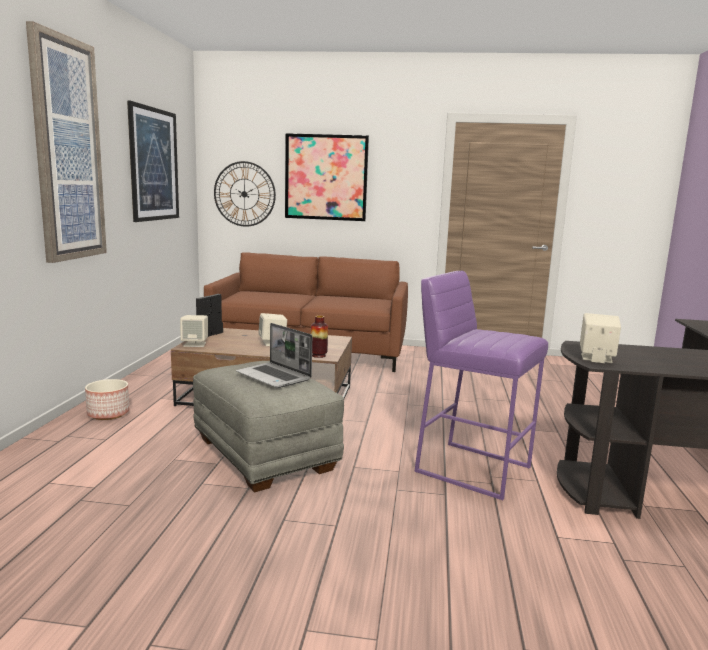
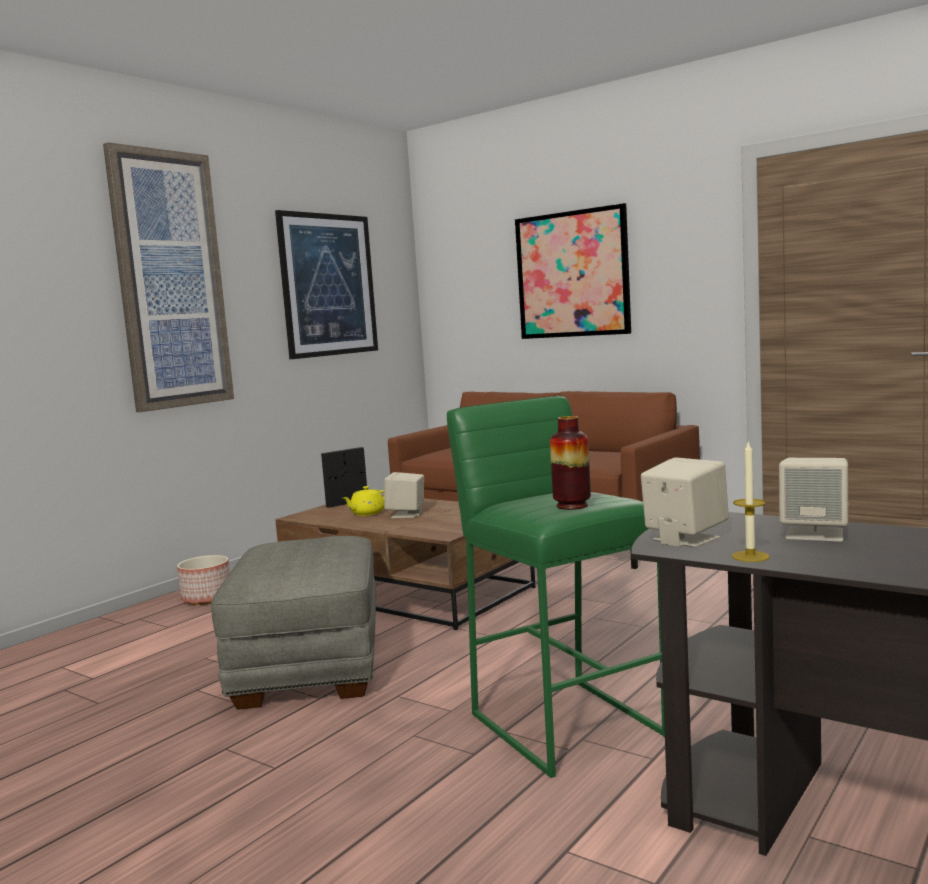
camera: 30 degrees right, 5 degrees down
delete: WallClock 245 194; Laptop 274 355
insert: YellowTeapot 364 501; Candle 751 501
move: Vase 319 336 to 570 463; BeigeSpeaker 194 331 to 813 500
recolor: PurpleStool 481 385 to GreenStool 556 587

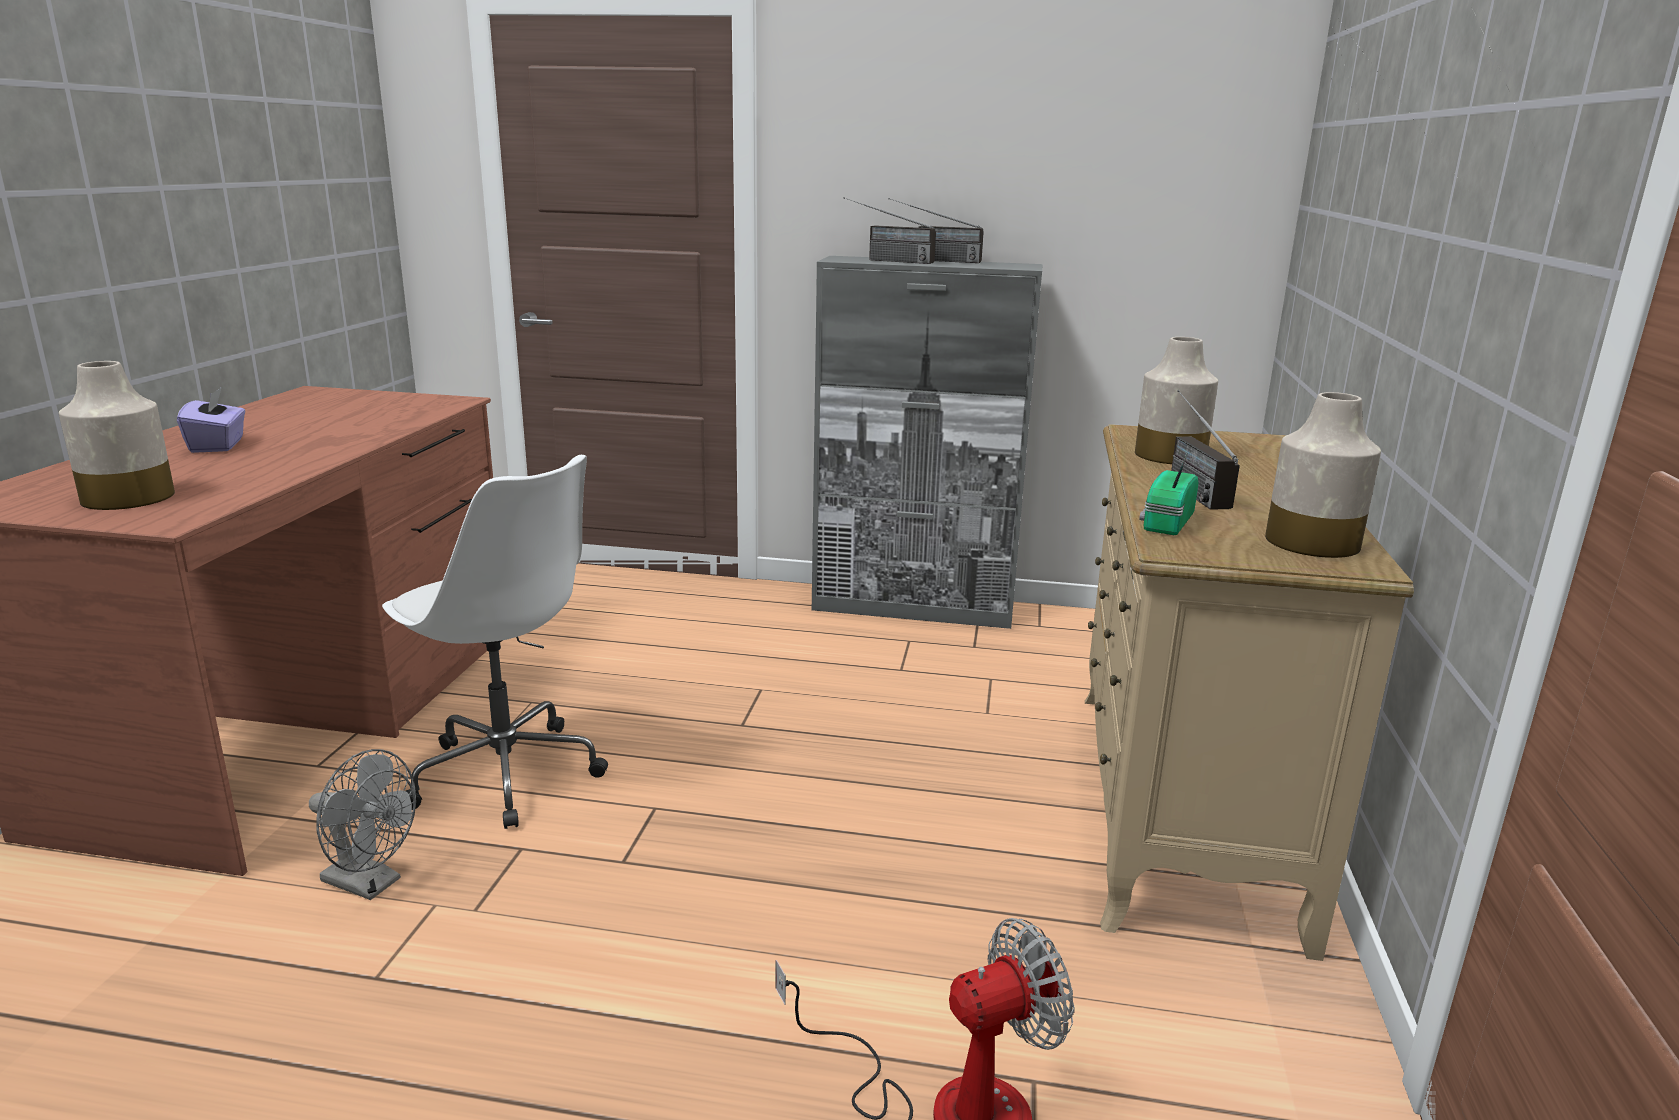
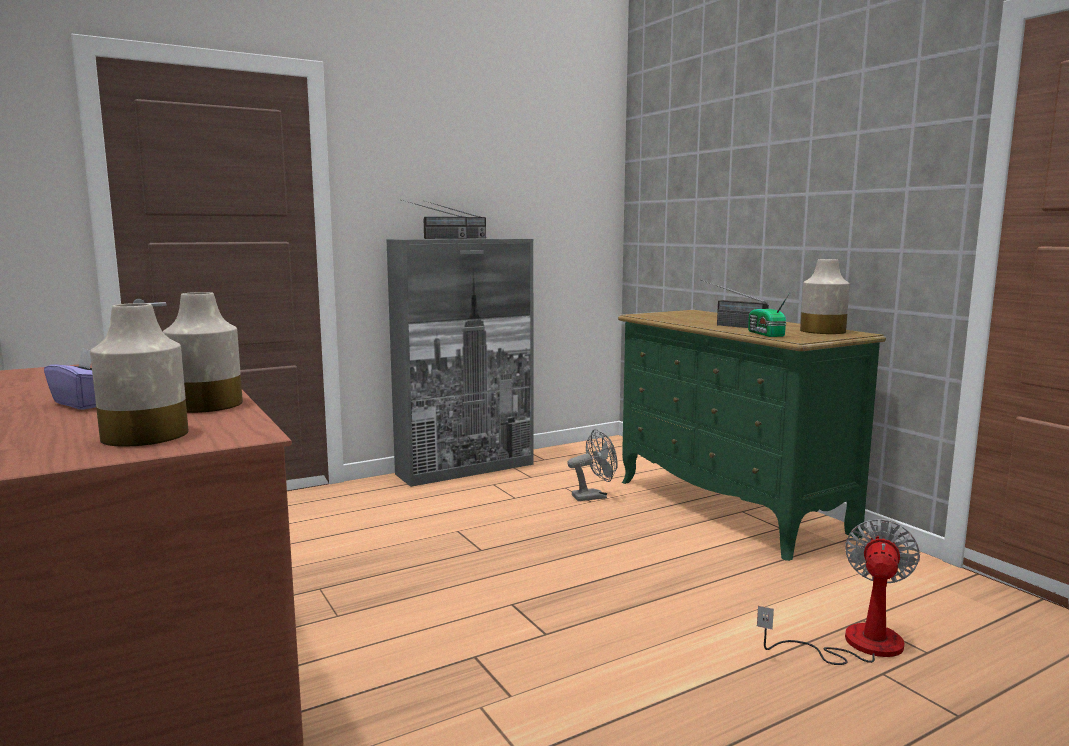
camera: 40 degrees left, 10 degrees down
delete: WhiteOfficeChair 495 642
move: BeigeVase 1176 400 to 203 352; GreyFan 362 824 to 592 465
recolor: BeigeDresser 1249 692 to GreenDresser 752 435

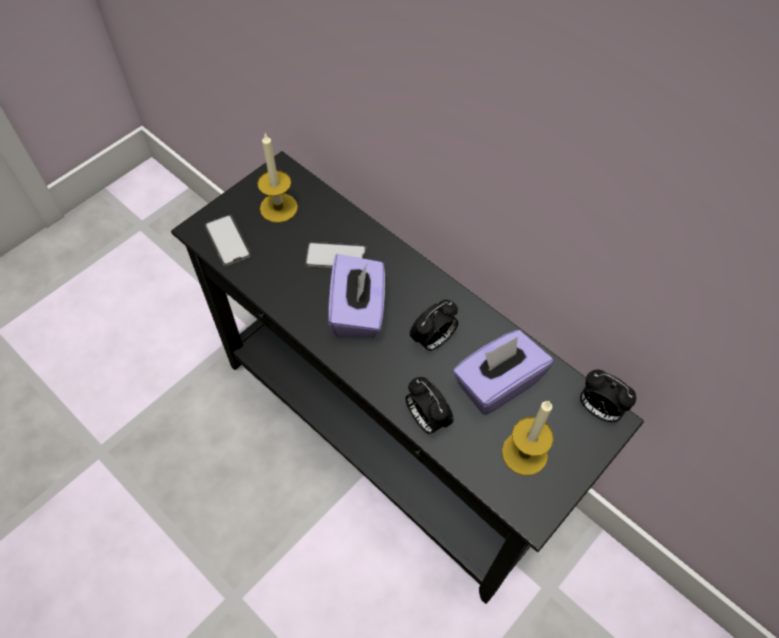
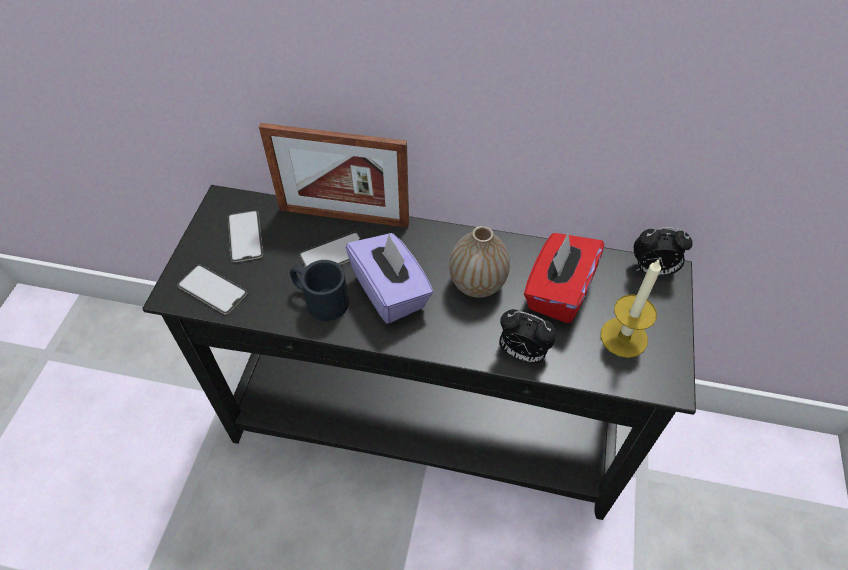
camera: 30 degrees left, 5 degrees down
insert: PictureFrame 334 175; BlackMug 319 290
replace: Candle 277 178 to Phone 245 236; AlarmClock 434 325 to Vase 479 262
recolor: PurpleTissueBox 503 372 to RedTissueBox 564 278

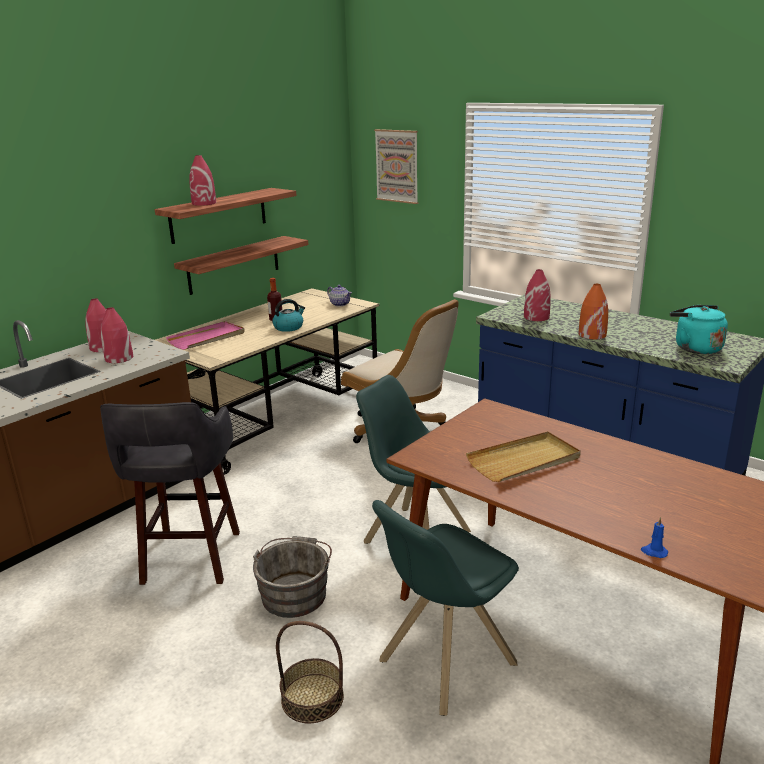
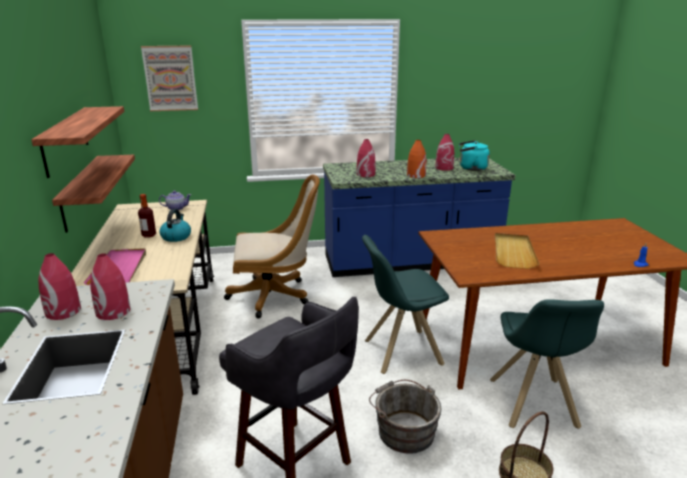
camera: 50 degrees left, 0 degrees up
move: RedVase 202 180 to 444 152

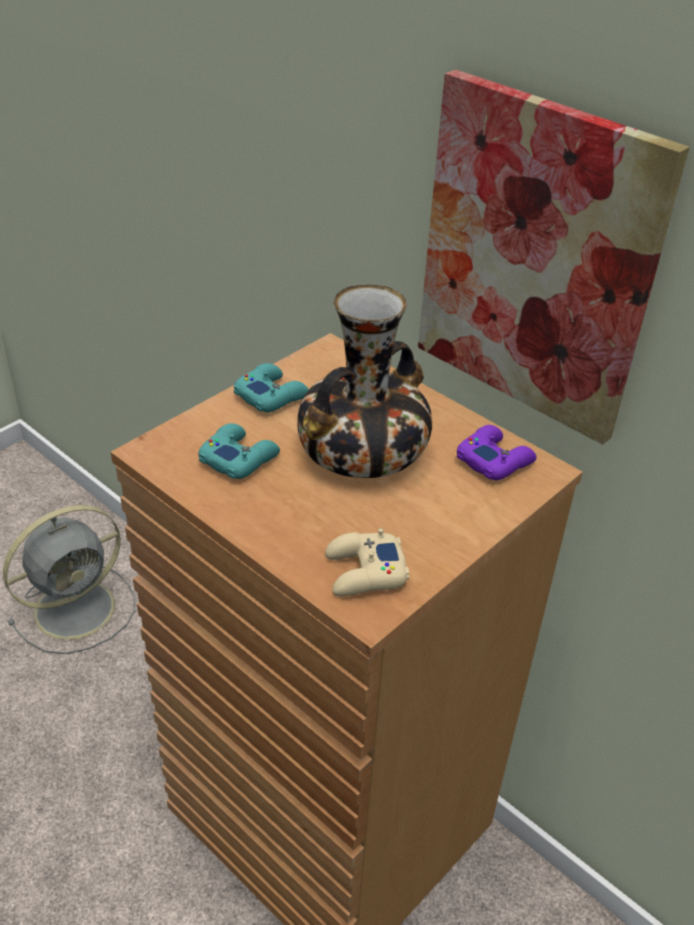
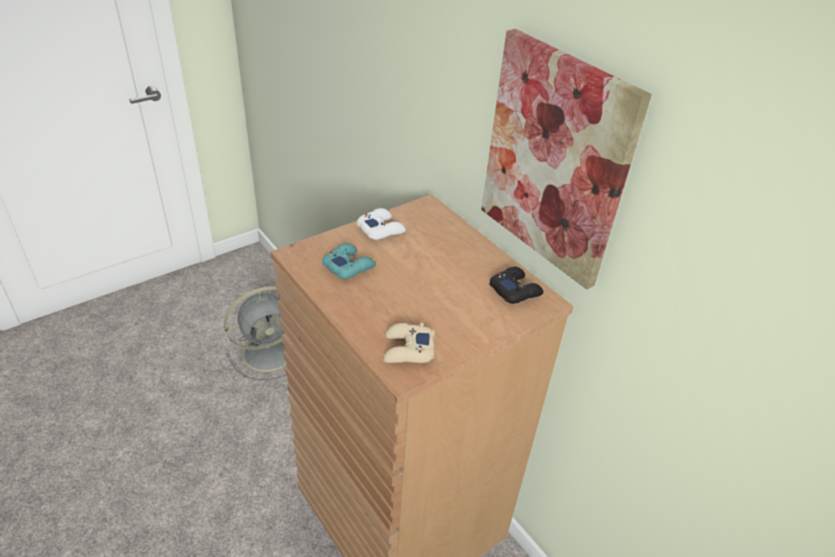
camera: 10 degrees right, 0 degrees up
delete: Vase 364 381
recolor: TurquoiseGameController 271 388 to WhiteGameController 381 224; PurpleGameController 497 452 to BlackGameController 516 285

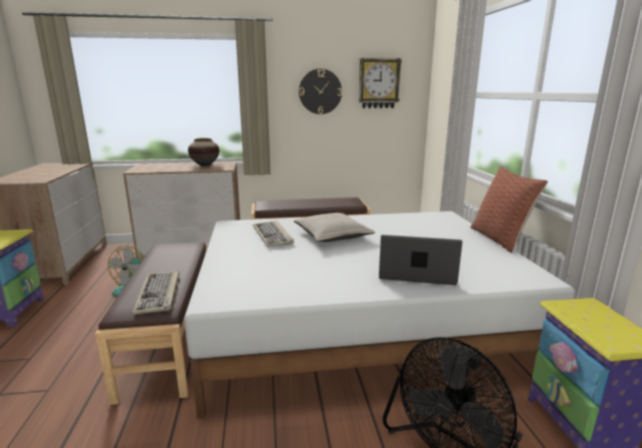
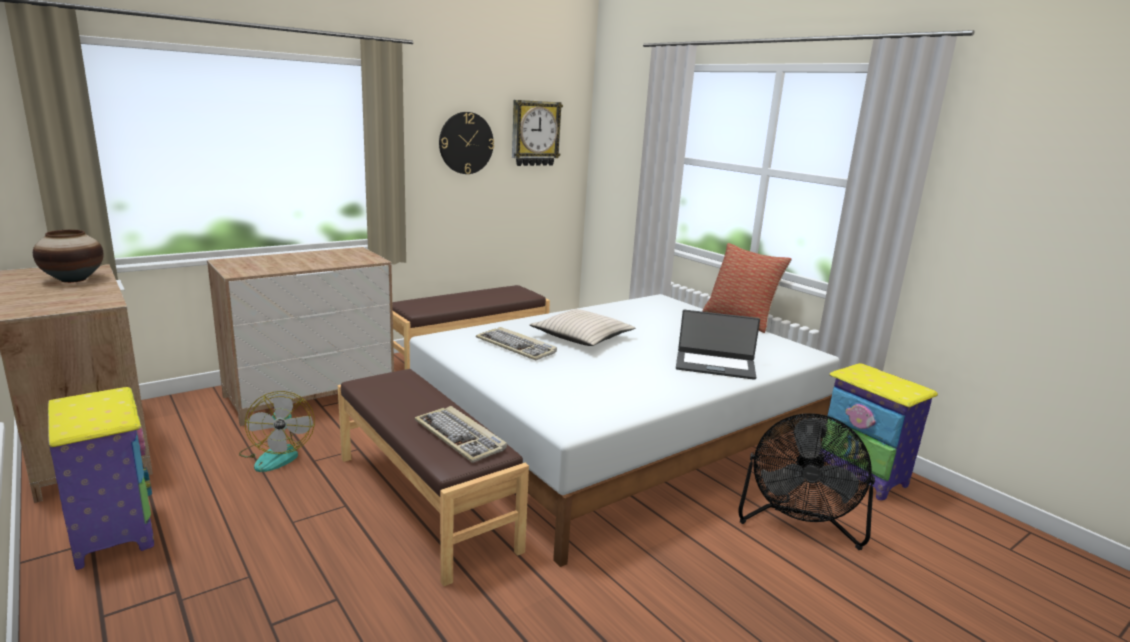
camera: 30 degrees left, 0 degrees up
move: Vase 203 152 to 68 256
rotate: Laptop 420 260 = 718 345 150 degrees counterclockwise

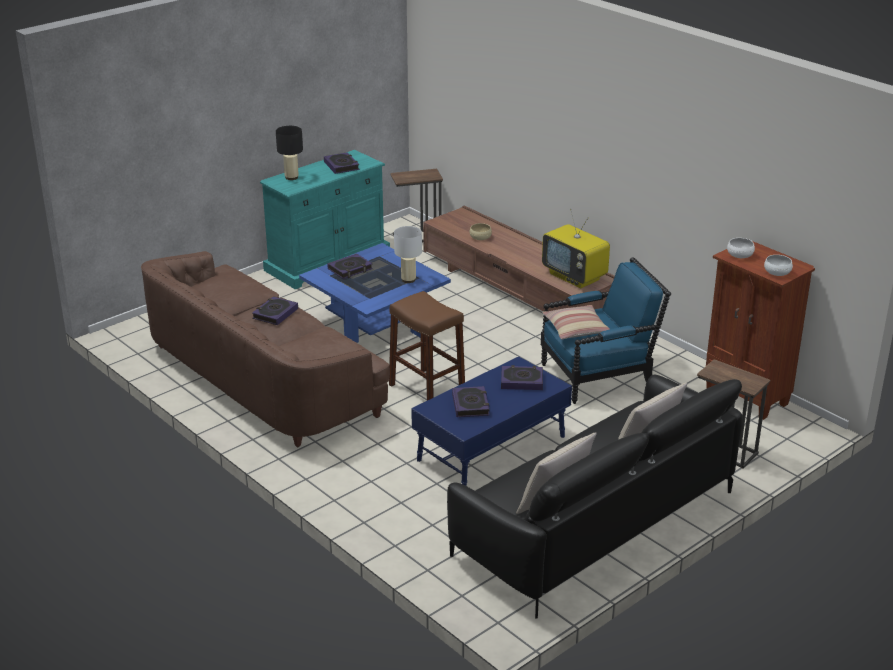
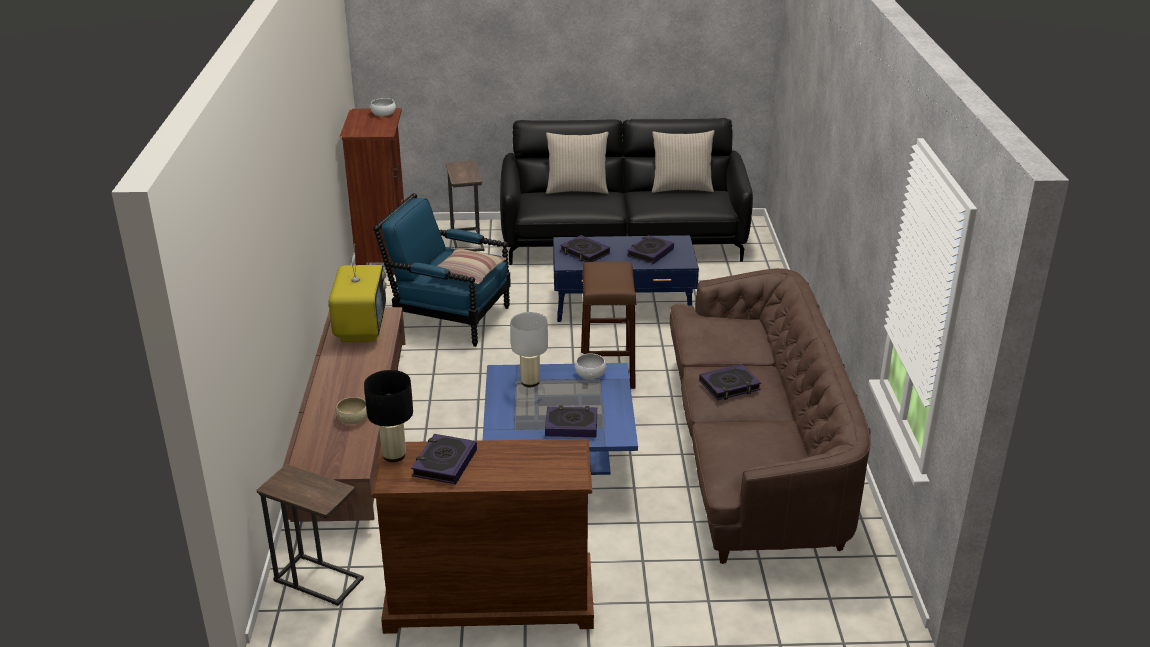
camera: 140 degrees left, 0 degrees up
move: BlackTableLamp 289 153 to 388 416; WhiteBowl 741 248 to 590 366
recolor: TurquoiseDresser 325 219 to BrownDresser 482 536

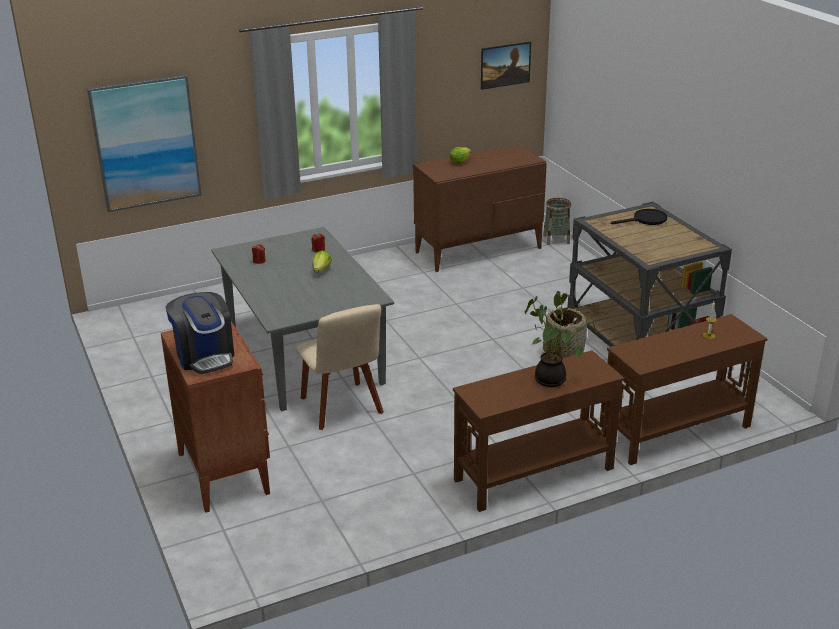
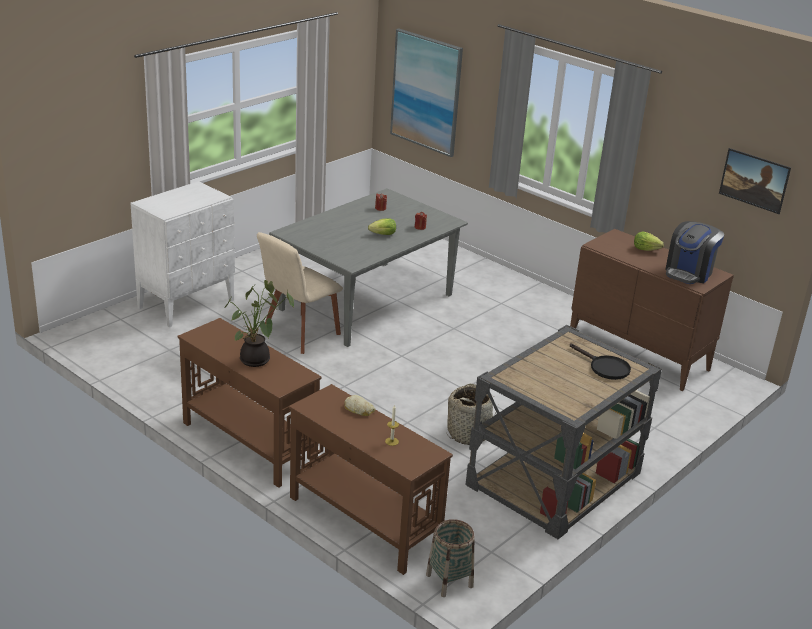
camera: 65 degrees right, 0 degrees up
insert: Bread 359 405
move: Basket 557 221 to 450 558; CoffeeMachine 200 333 to 695 252
recolor: BrownDresser 215 417 to WhiteDresser 183 254

